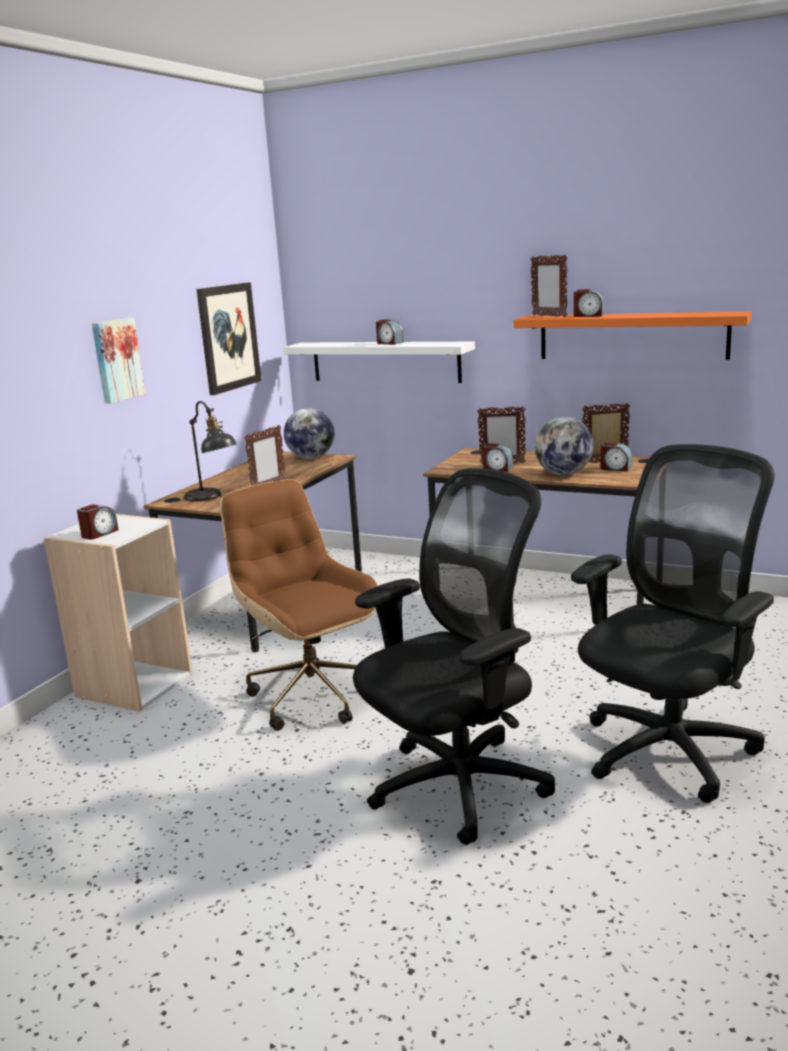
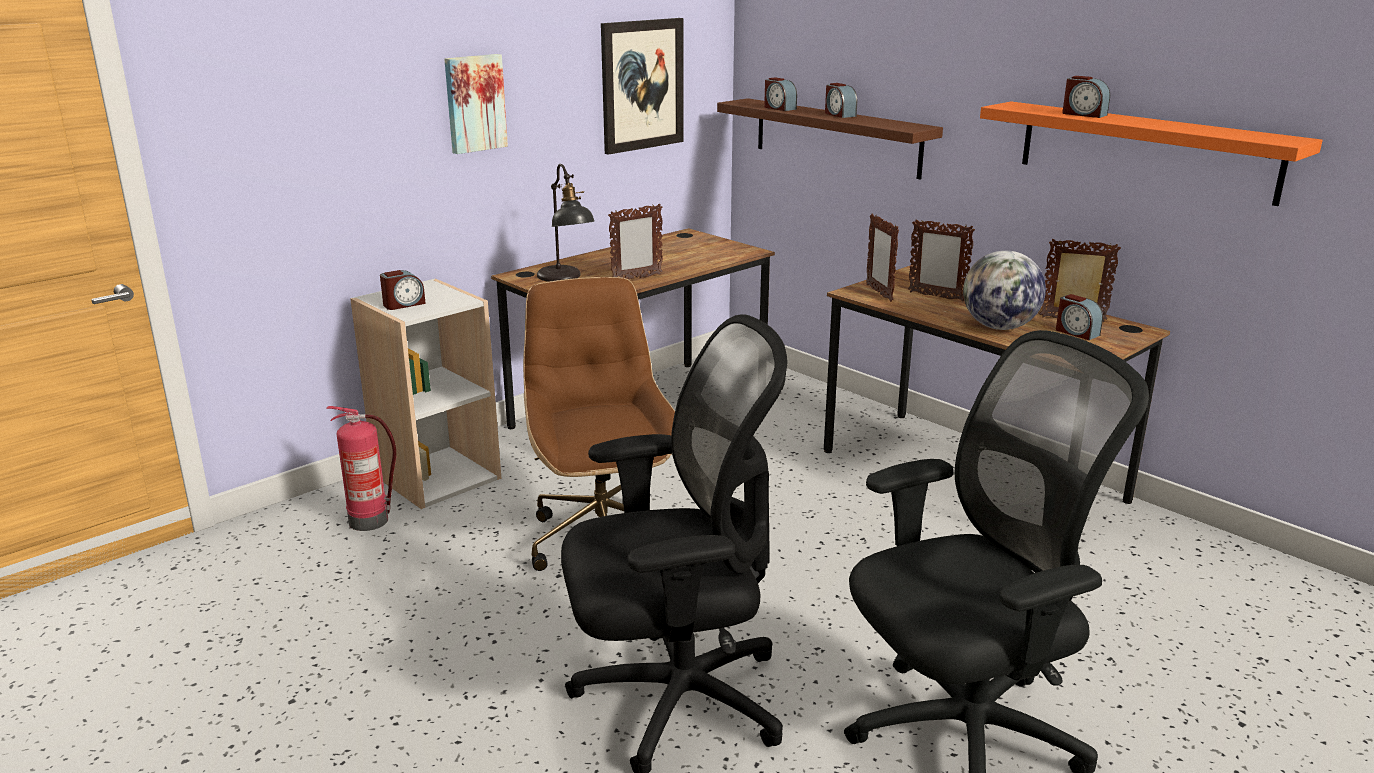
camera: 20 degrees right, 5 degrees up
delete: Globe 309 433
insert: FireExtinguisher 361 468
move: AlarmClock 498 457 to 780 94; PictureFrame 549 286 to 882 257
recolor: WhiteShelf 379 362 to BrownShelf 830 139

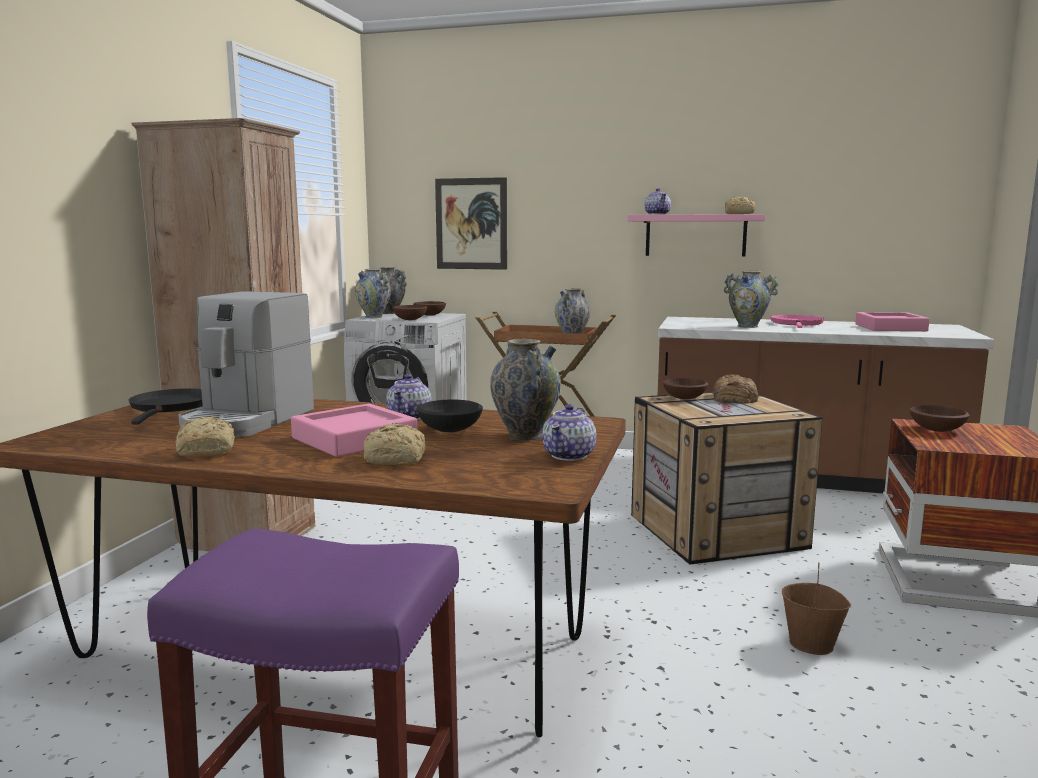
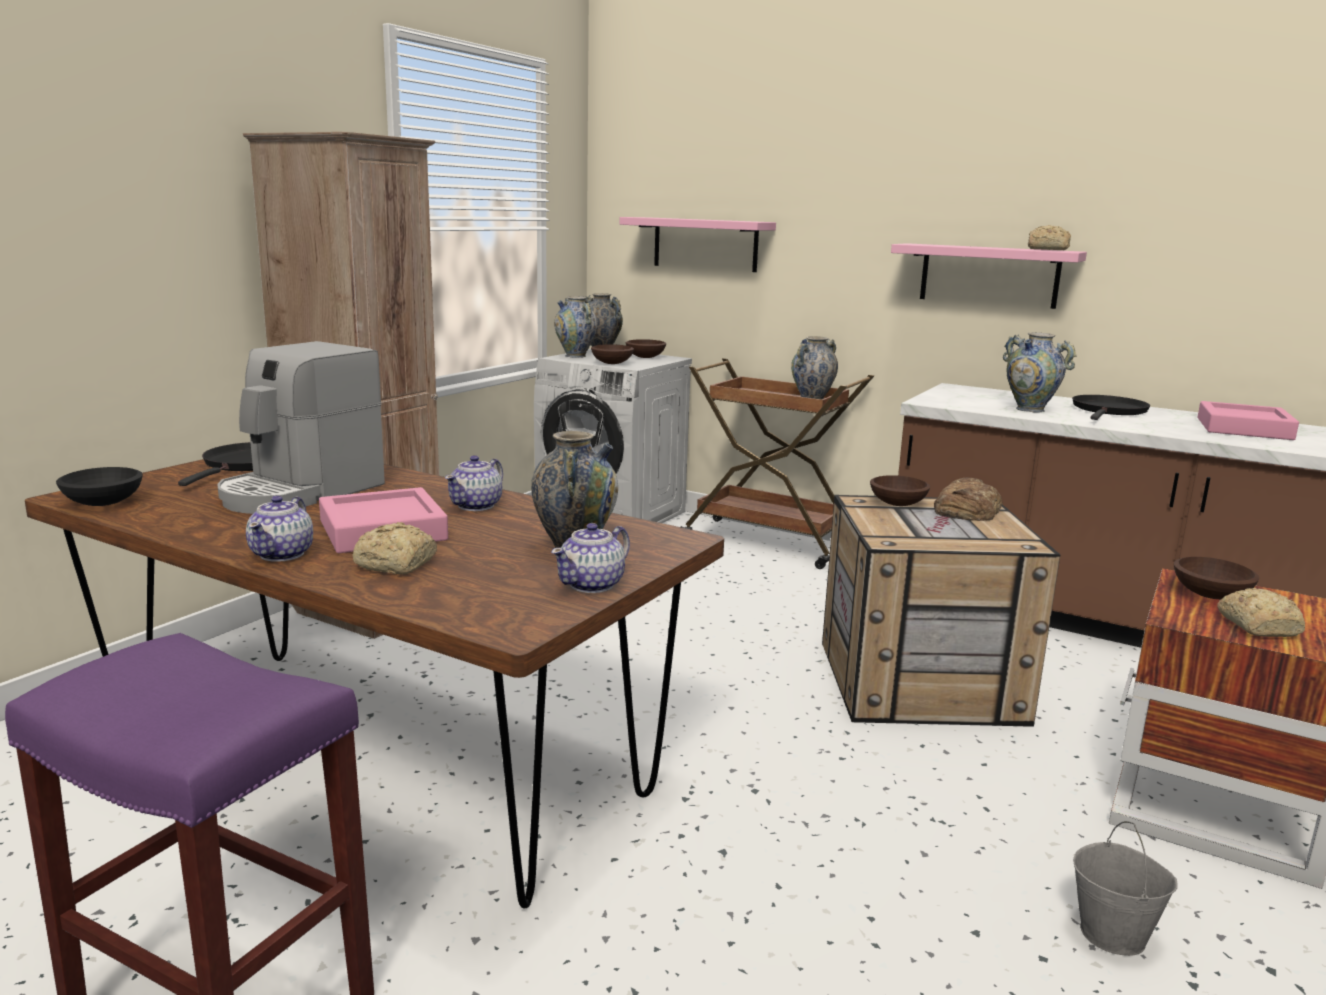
camera: 15 degrees right, 5 degrees up
delete: BrownBucket 816 608
insert: GreyBucket 1125 888
move: BlackBowl 450 416 to 99 486; Teapot 657 201 to 279 528; Bread 205 437 to 1261 612
replace: Picture 471 223 to PinkShelf 698 244
recolor: PinkFryingPan 797 321 to BlackFryingPan 1111 407

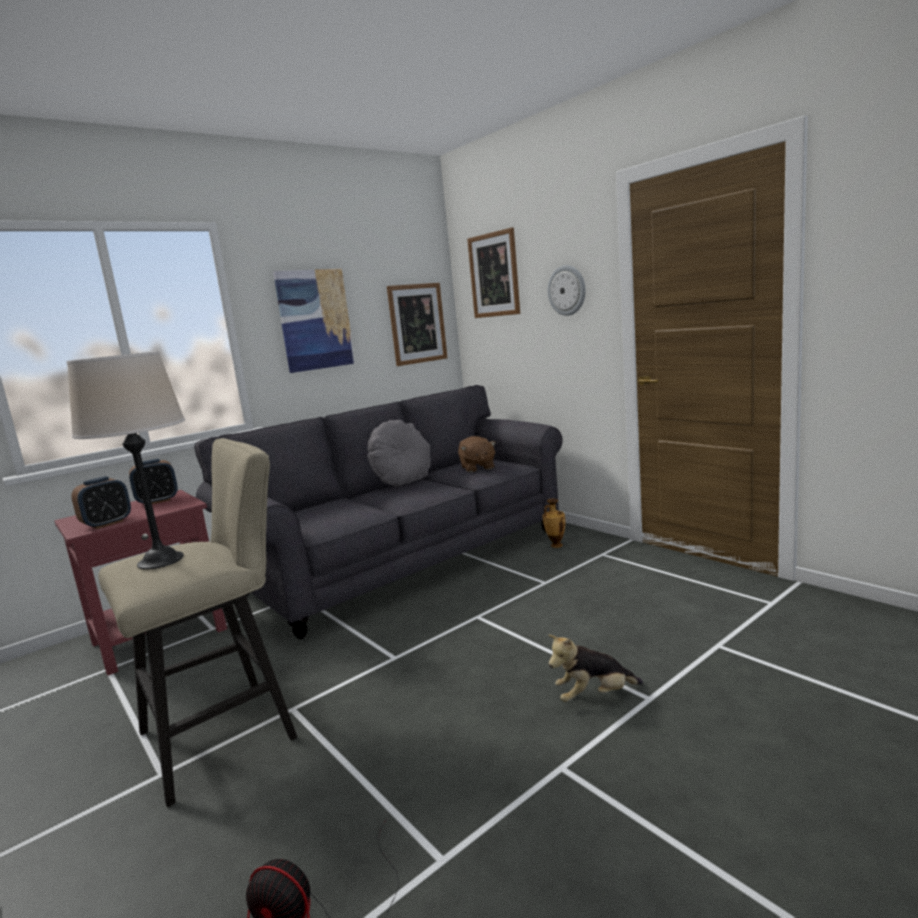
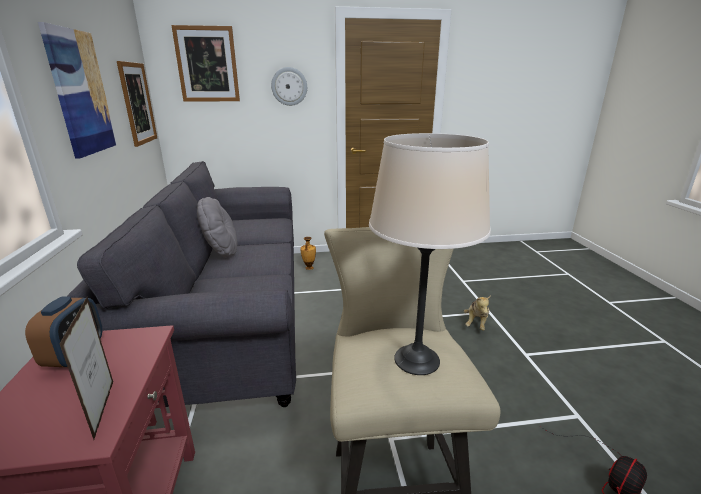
camera: 60 degrees left, 10 degrees up
delete: BrownPlushToy 477 454
replace: AlarmClock 101 502 to PictureFrame 86 367

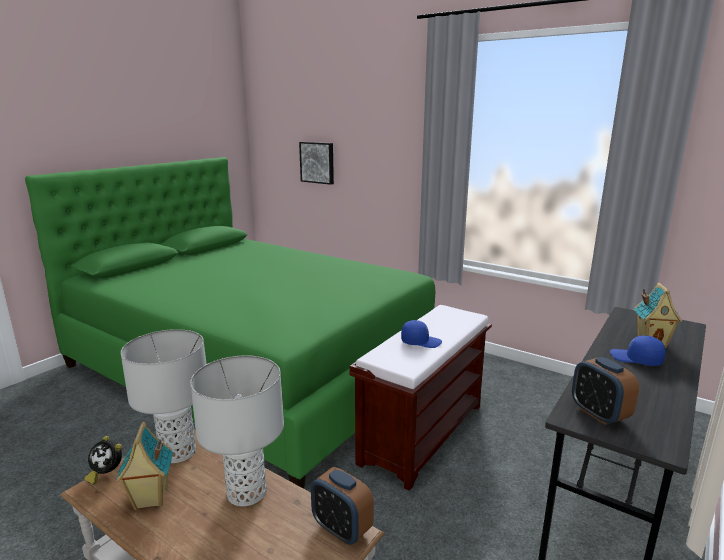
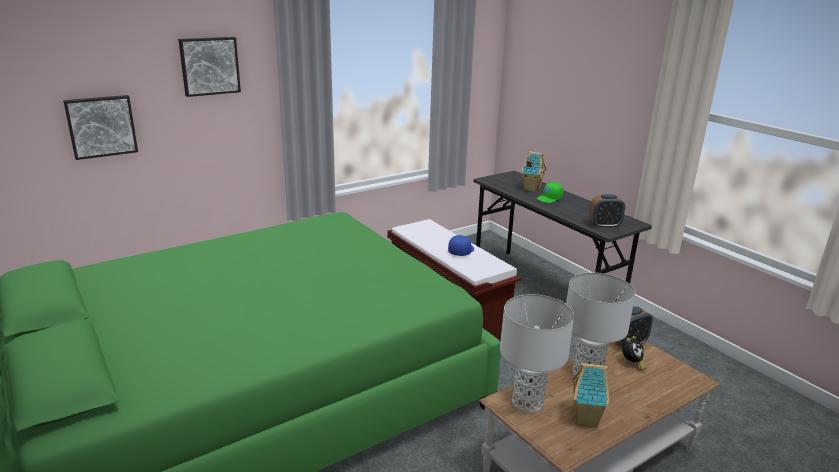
camera: 70 degrees left, 5 degrees up
insert: Picture 209 67
move: AlarmClock 103 460 to 634 353
recolor: BlueCap 638 350 to GreenCap 549 192

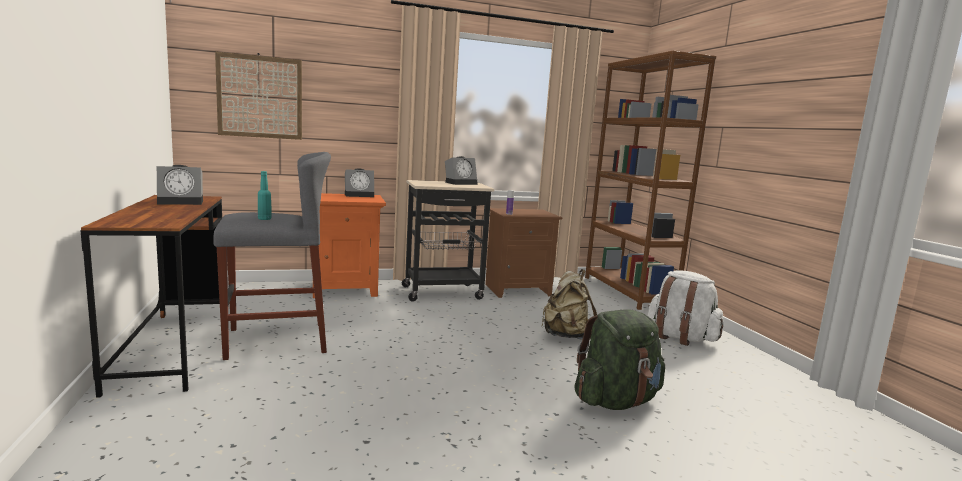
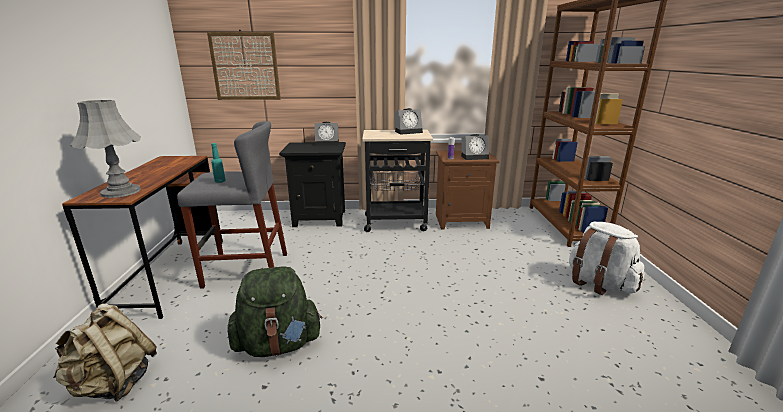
camera: 15 degrees right, 10 degrees up
insert: GreyTableLamp 105 149
move: BeigeBackpack 570 304 to 105 352; GreenBackpack 619 359 to 274 312; AlarmClock 180 185 to 475 147
recolor: OrangeNightstand 349 245 to BlackNightstand 312 184

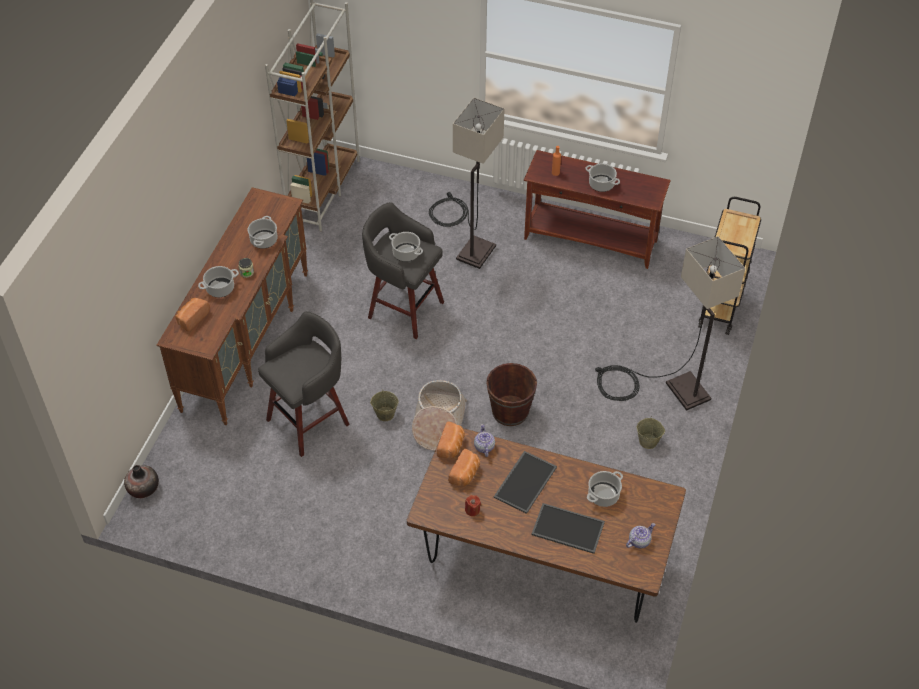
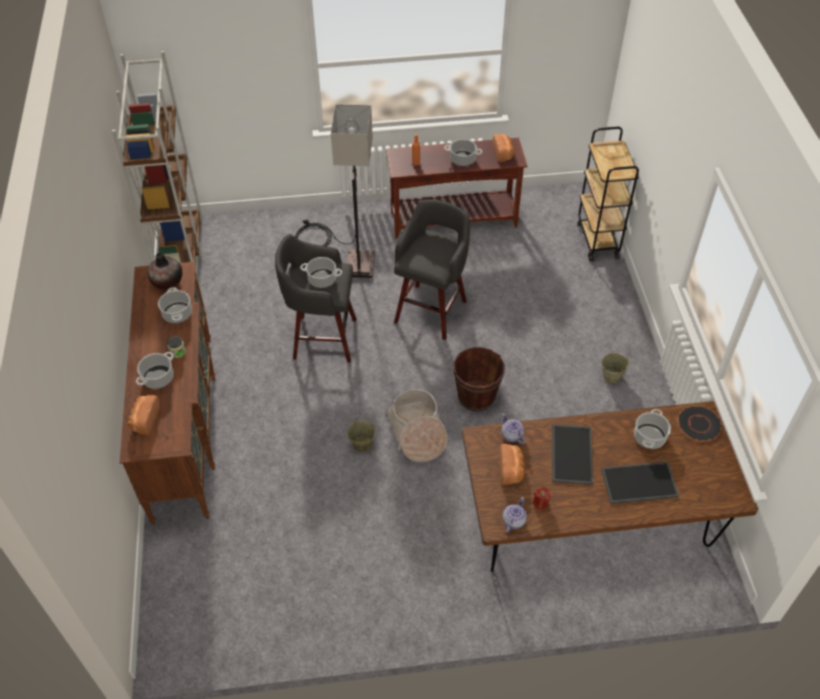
camera: 25 degrees left, 0 degrees up
delete: FloorLamp 670 323
insert: BlackPlate 699 423
move: Vase 141 481 to 164 271; GreyStool 304 384 to 432 269; Bread 451 439 to 503 148; Teapot 640 535 to 515 515

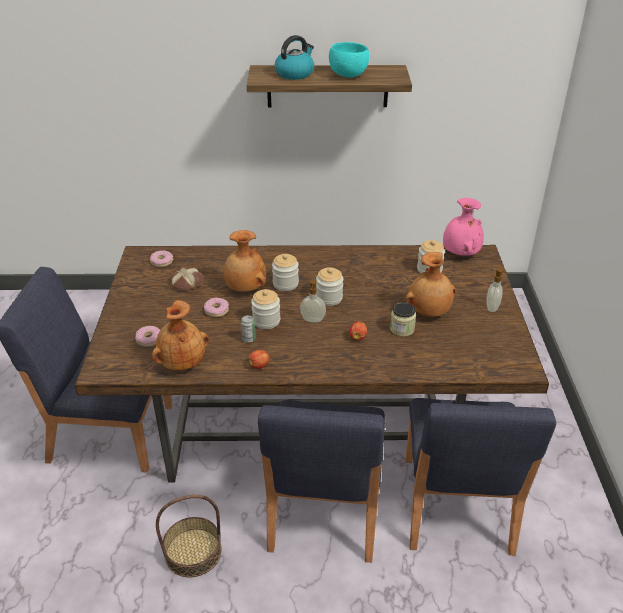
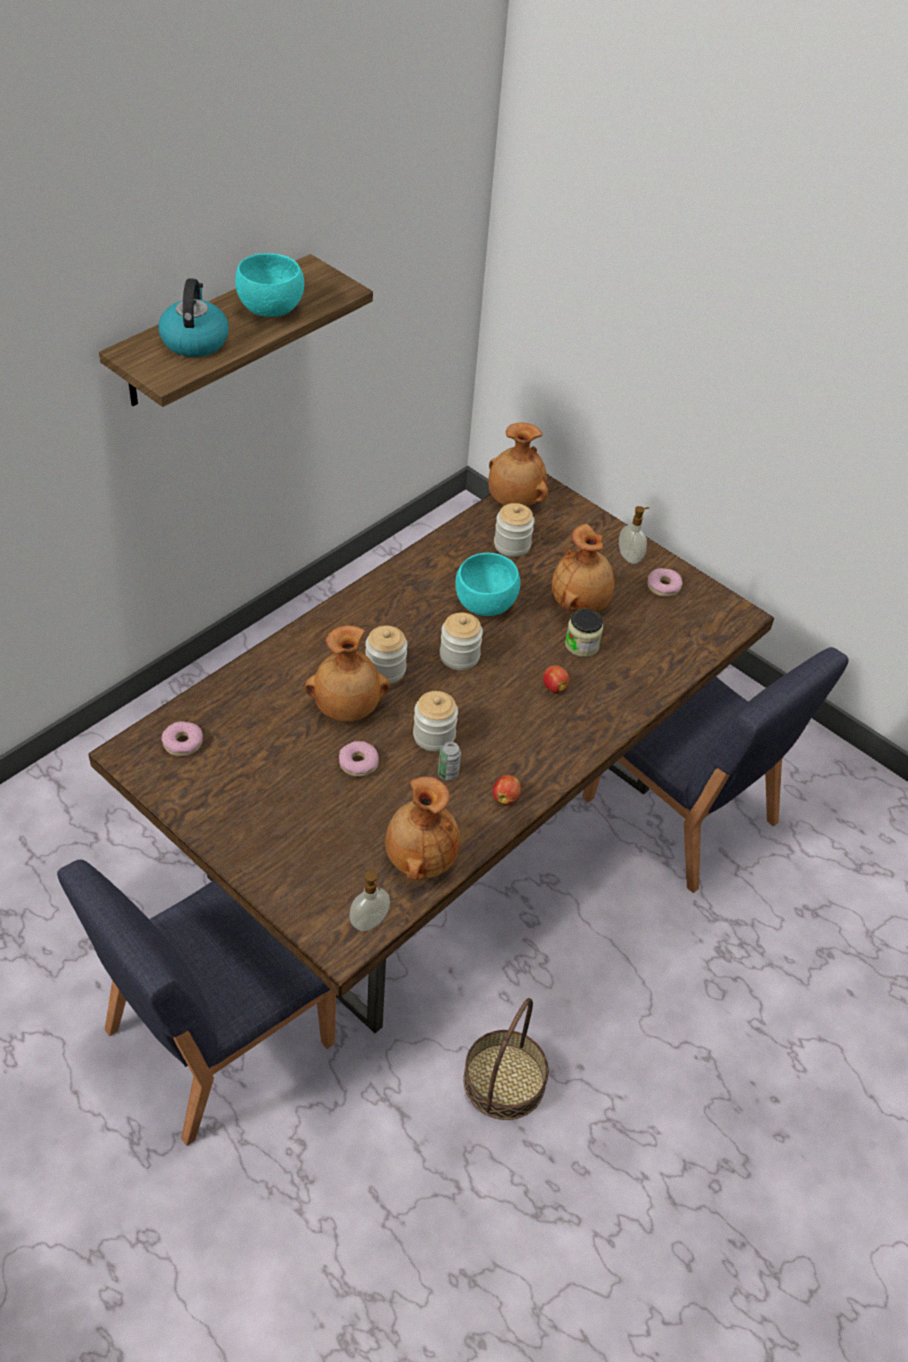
camera: 50 degrees left, 10 degrees up
delete: Bread 186 279; BlueChair 321 481
insert: TurquoiseBowl 487 584
move: SoapDispenser 313 301 to 370 901; Donut 147 336 to 665 582
recolor: PinkVase 463 227 to BrownVase 518 464

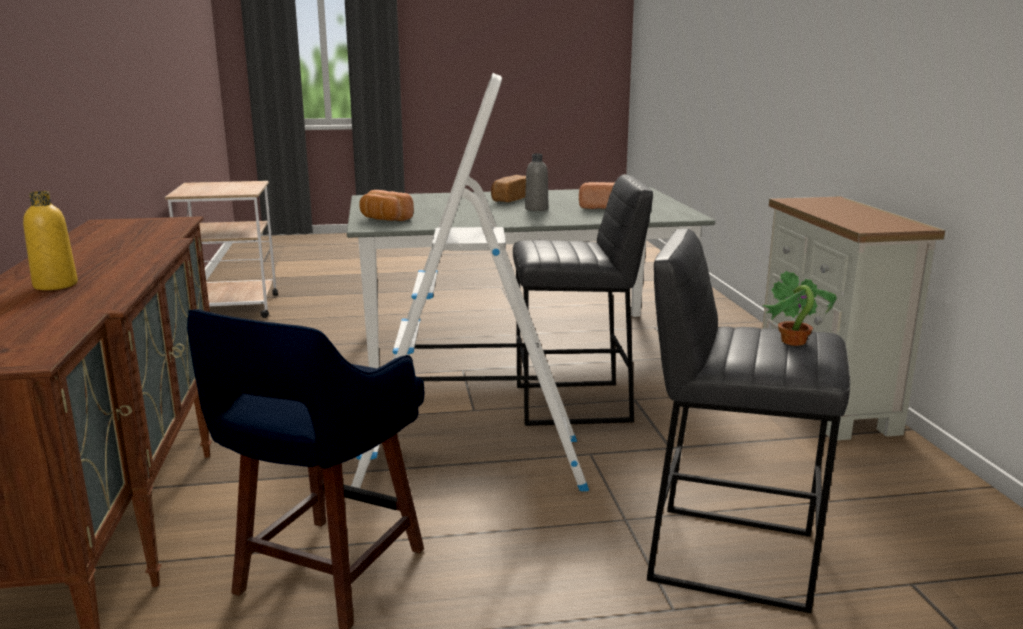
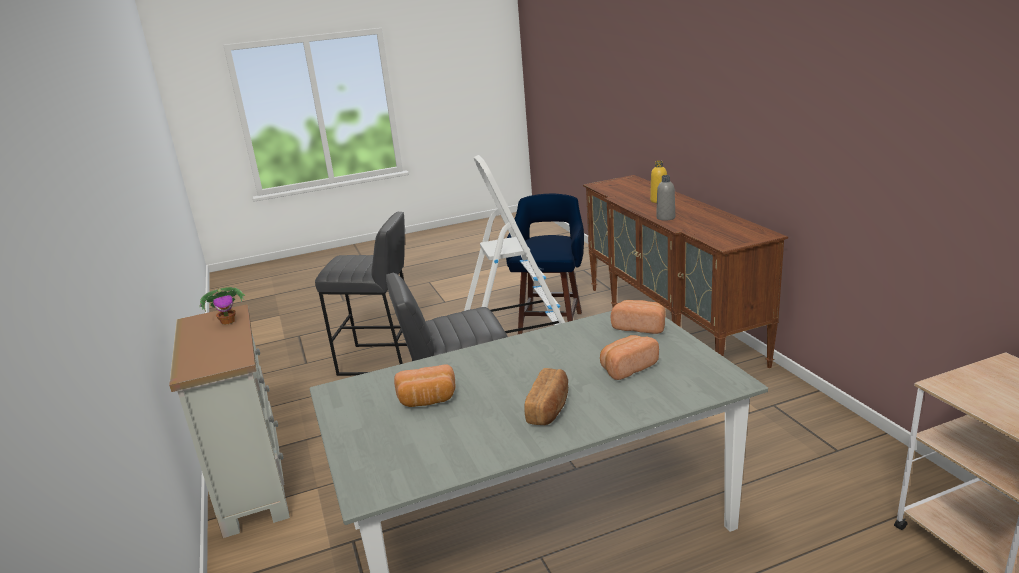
camera: 170 degrees right, 5 degrees up
insert: Bread 629 357
move: PottedPlant 799 308 to 222 306; GreyBottle 536 182 to 665 198

